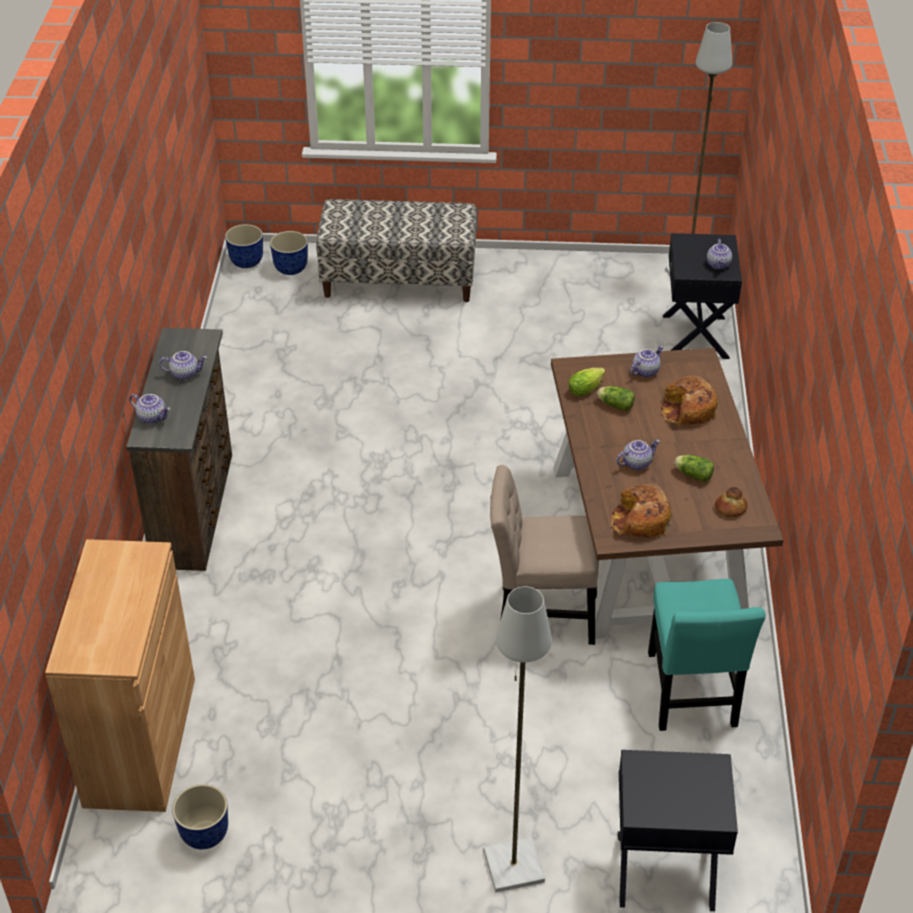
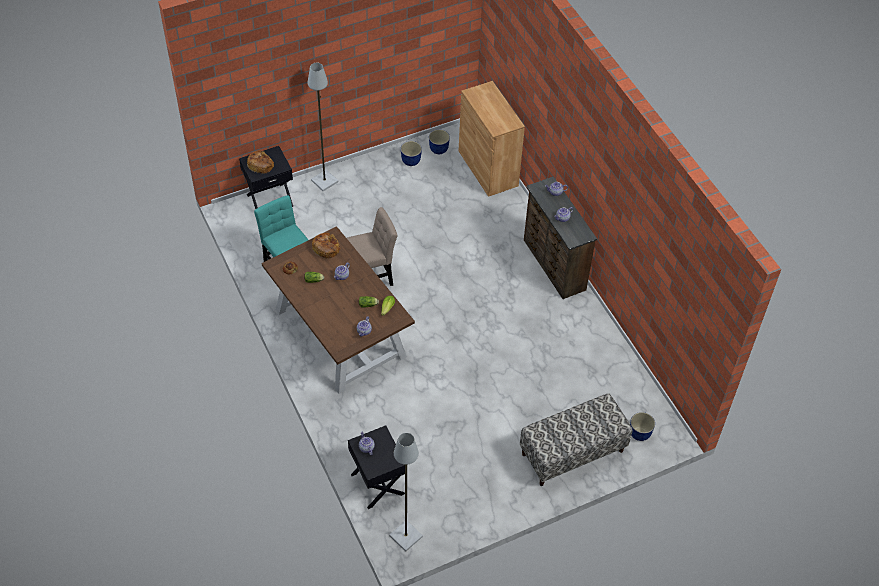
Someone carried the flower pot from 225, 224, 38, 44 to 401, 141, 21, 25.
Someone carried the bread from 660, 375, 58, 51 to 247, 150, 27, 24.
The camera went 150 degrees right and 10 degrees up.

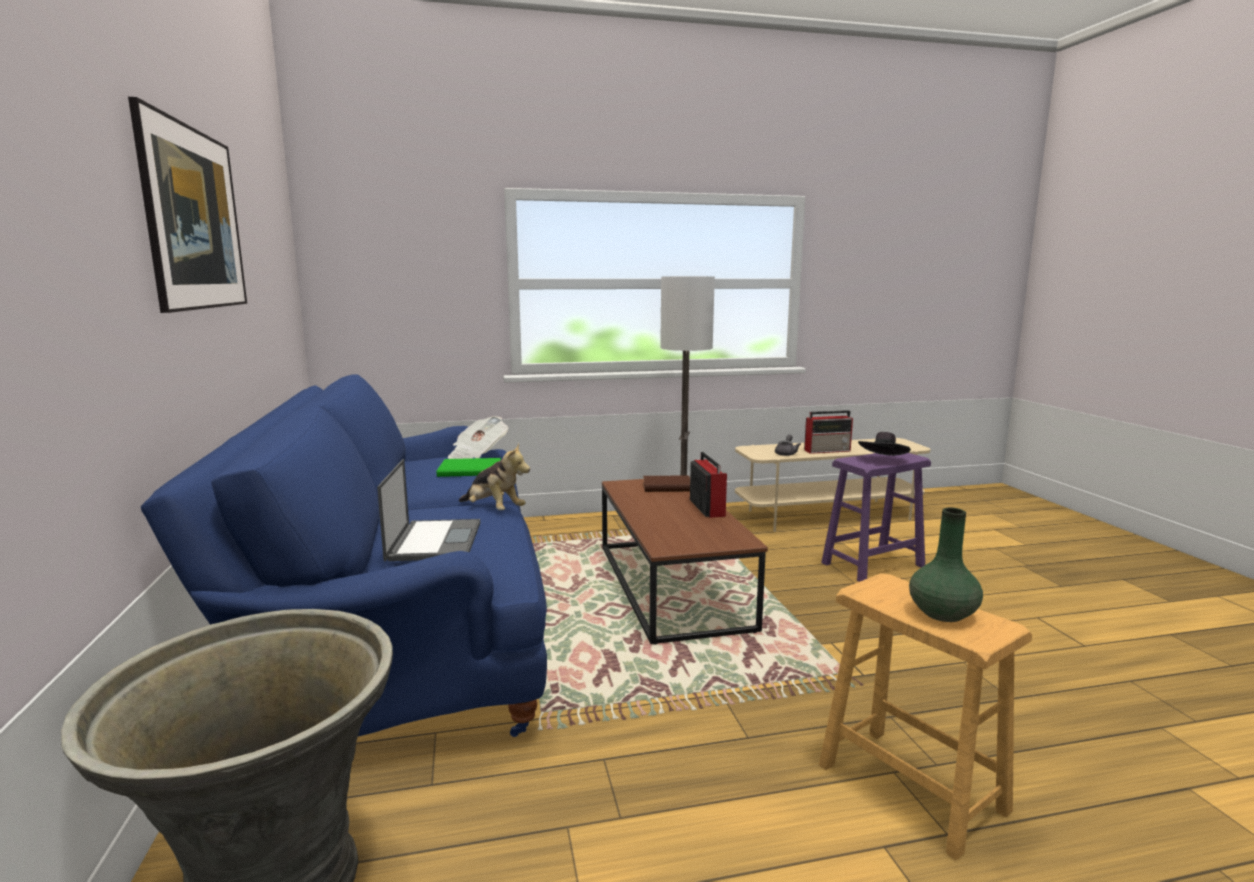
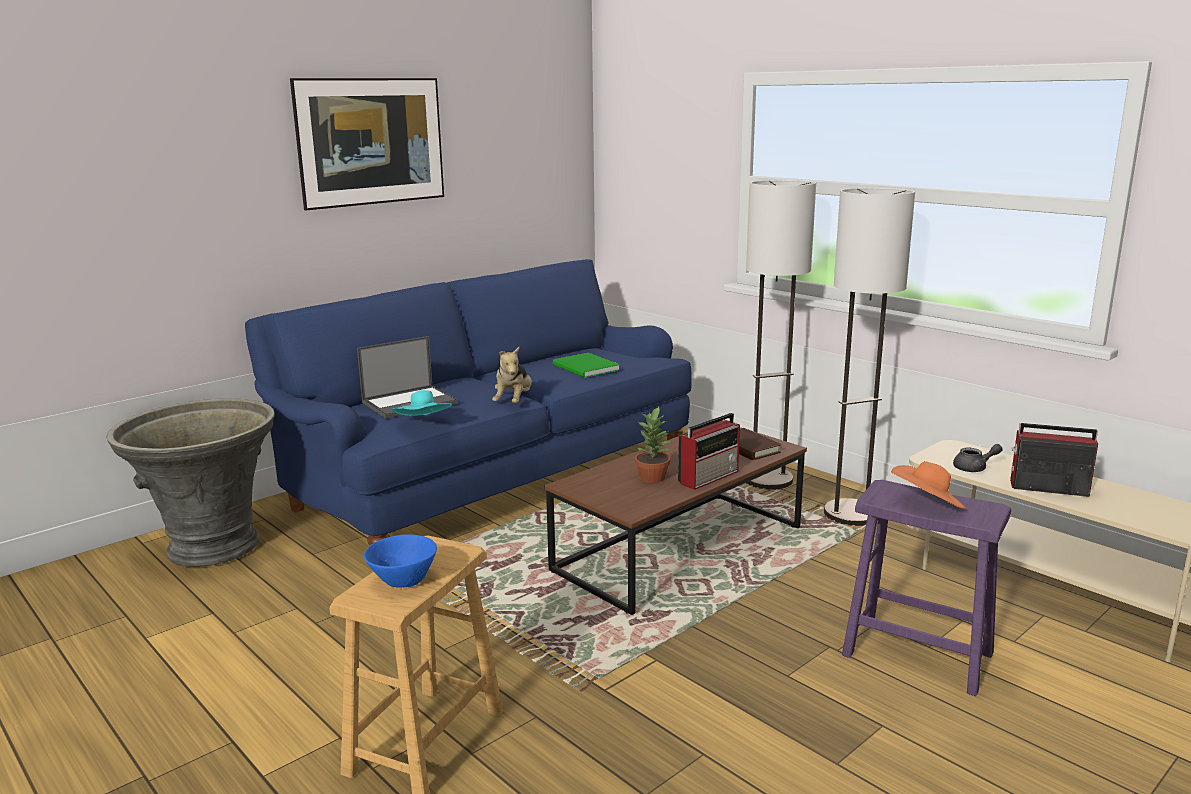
Someone took away the newspaper at 448, 416, 60, 43.
Someone rotated the radio at 804, 410, 49, 44 by 150 degrees clockwise.
Someone repainted the blackish clothing hat at 858, 432, 53, 24, which became the orangey clothing hat at 891, 461, 76, 48.
Someone swapped the greenish flower vase at 909, 508, 74, 114 for the bluish deep dish at 364, 534, 73, 54.
Someone put down the blue-green clothing hat at 392, 390, 60, 26.
Someone put down the houseplant at 635, 407, 36, 76.
Someone put down the standard lamp at 746, 180, 70, 310.
The camera went 60 degrees right and 5 degrees up.

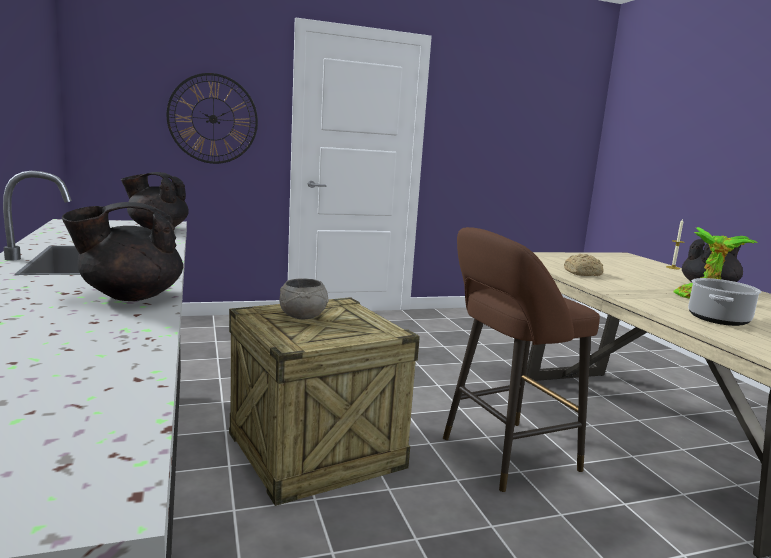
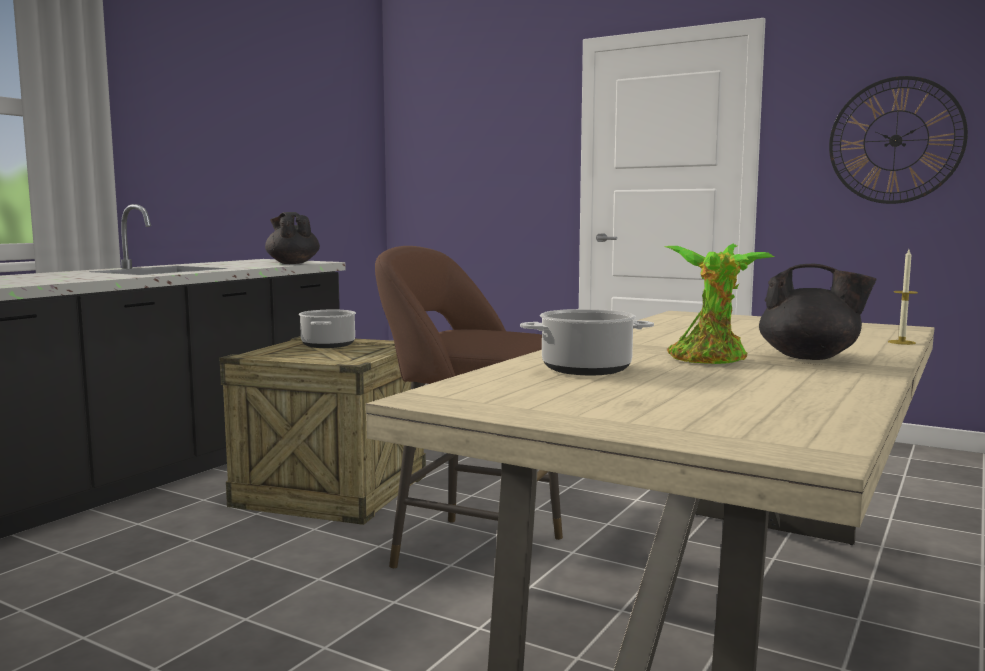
Someone took away the blackish tea pot at 62, 202, 121, 99.
Someone carried the clock on the wall from 167, 73, 91, 91 to 829, 76, 139, 128.
Someone swapped the gray deep dish at 279, 278, 50, 41 for the cooking pot at 299, 310, 57, 38.
Someone took away the bread at 564, 254, 40, 22.
The camera went 50 degrees right and 5 degrees down.

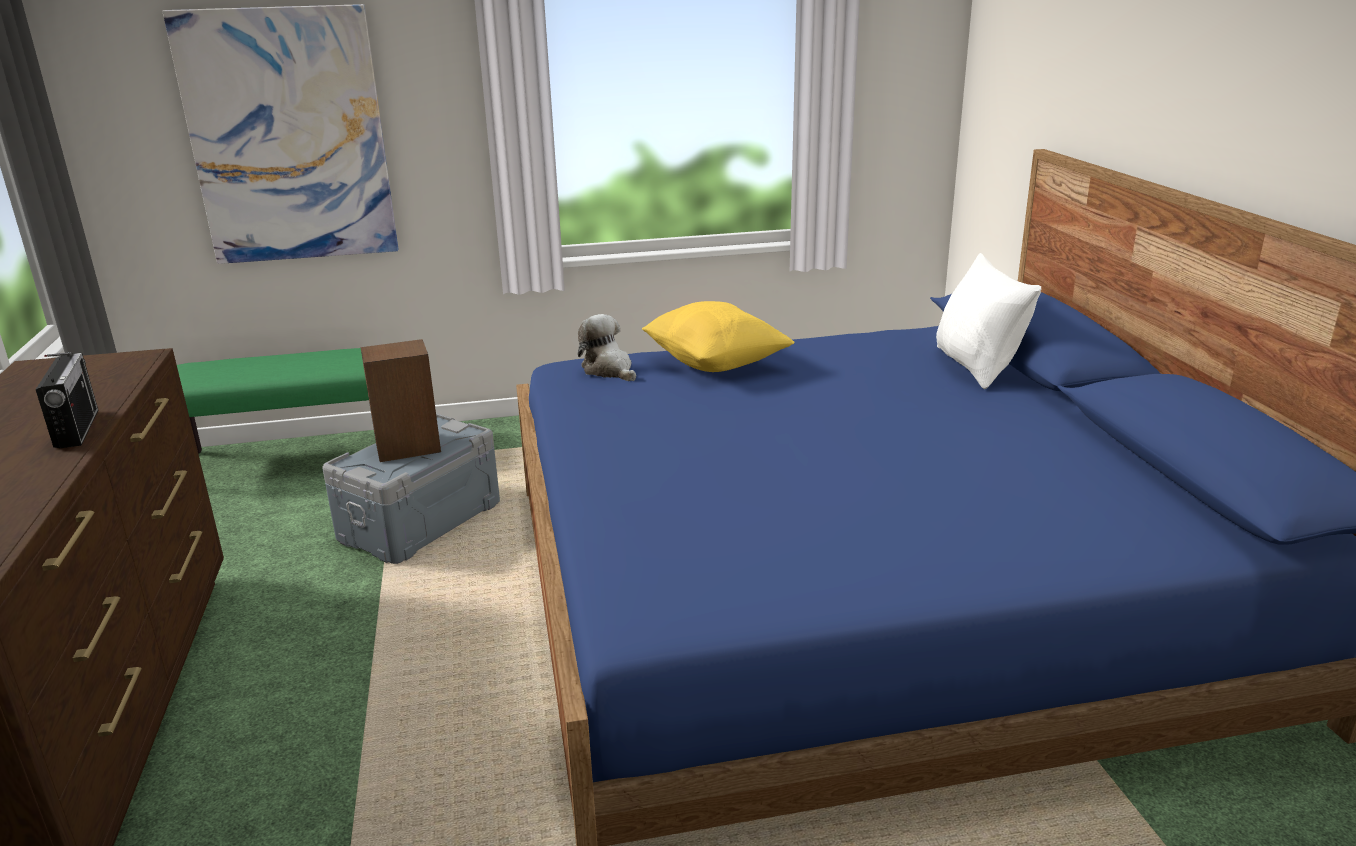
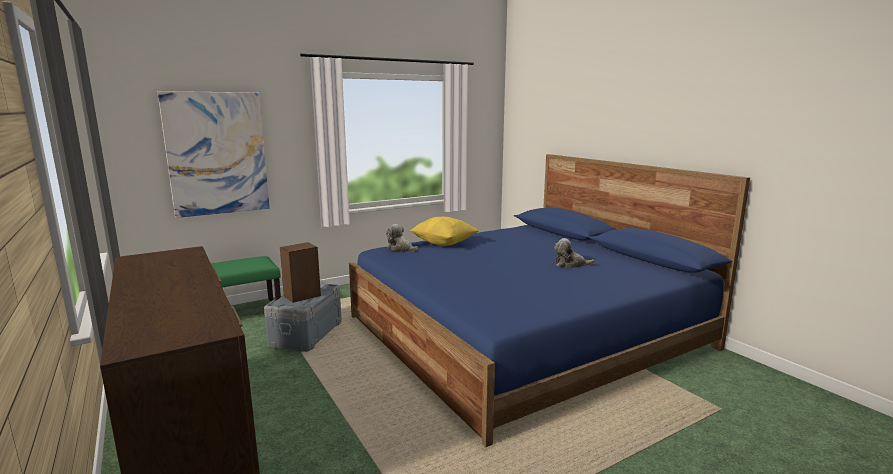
Someone took away the radio at 35, 352, 63, 96.
Someone took away the white throw pillow at 936, 253, 105, 136.
Someone put down the soft toy at 554, 238, 41, 30.
The camera went 20 degrees left and 10 degrees down.

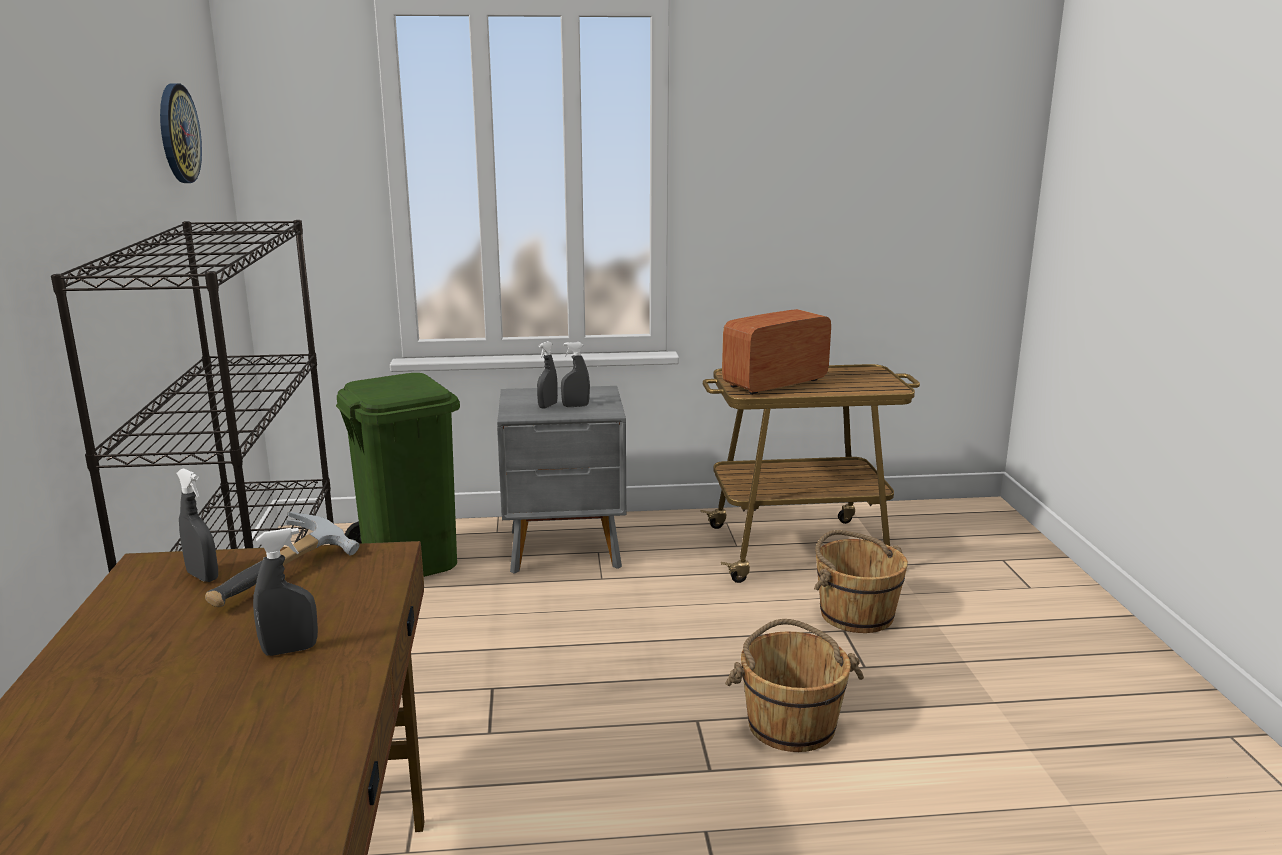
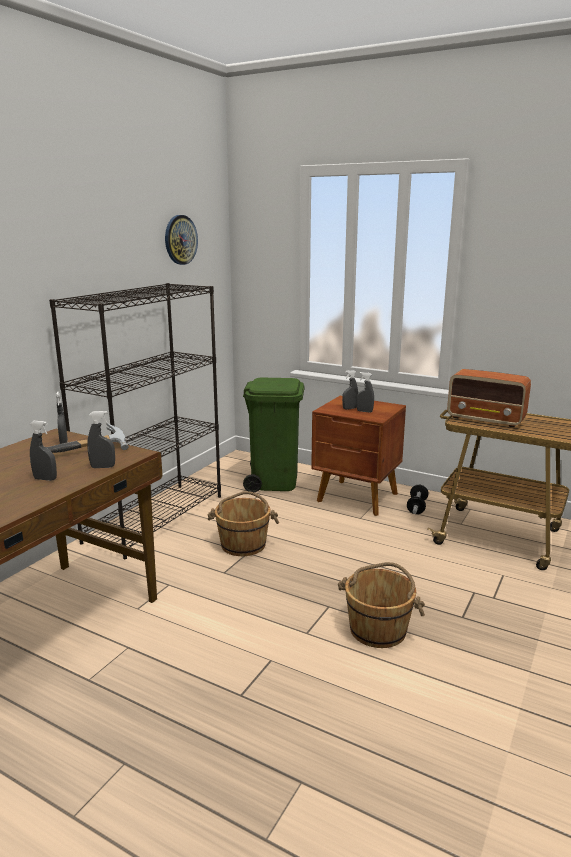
Someone repainted the gray bedside table at 497, 386, 130, 188, which became the brown bedside table at 311, 396, 95, 120.
Someone rotated the radio at 722, 309, 109, 86 by 150 degrees counterclockwise.
Someone carried the brown pail from 814, 530, 94, 103 to 208, 491, 71, 65.
Someone put down the gray spray bottle at 87, 411, 28, 57.
Someone put down the free weight at 407, 485, 22, 29.
The camera went 35 degrees right and 0 degrees up.

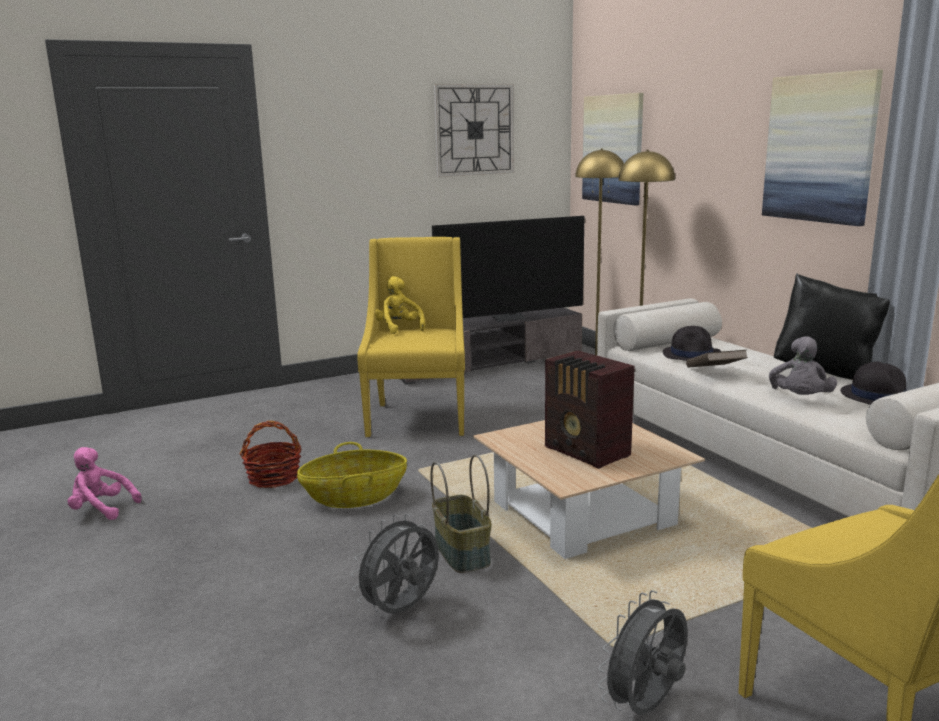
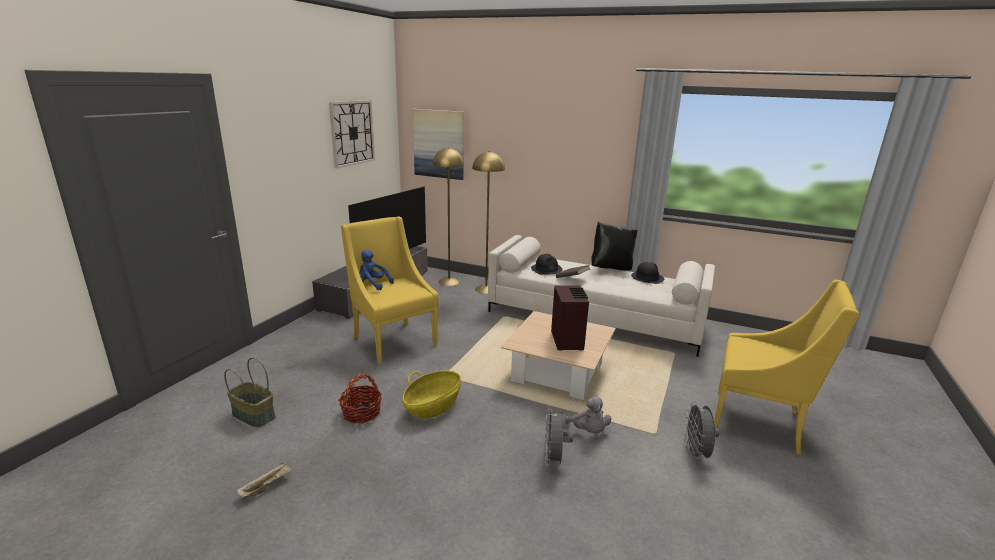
Someone swapped the pinkish soft toy at 68, 447, 74, 73 for the beige-coloured carrying tray at 237, 463, 56, 35.
Someone repainted the yellow-coloured soft toy at 376, 276, 49, 58, which became the bluish soft toy at 359, 250, 35, 40.
Someone carried the basket from 430, 455, 62, 118 to 224, 358, 52, 70.
Someone rotated the radio at 545, 351, 90, 118 by 105 degrees counterclockwise.
Someone took away the wall picture at 762, 69, 121, 157.
Someone carried the gray soft toy from 769, 336, 68, 59 to 565, 396, 46, 38.
The camera went 40 degrees left and 5 degrees up.

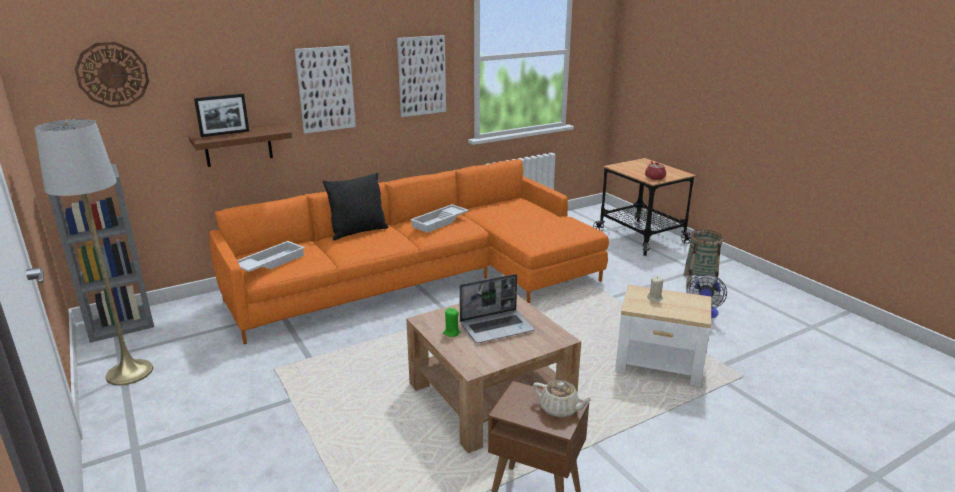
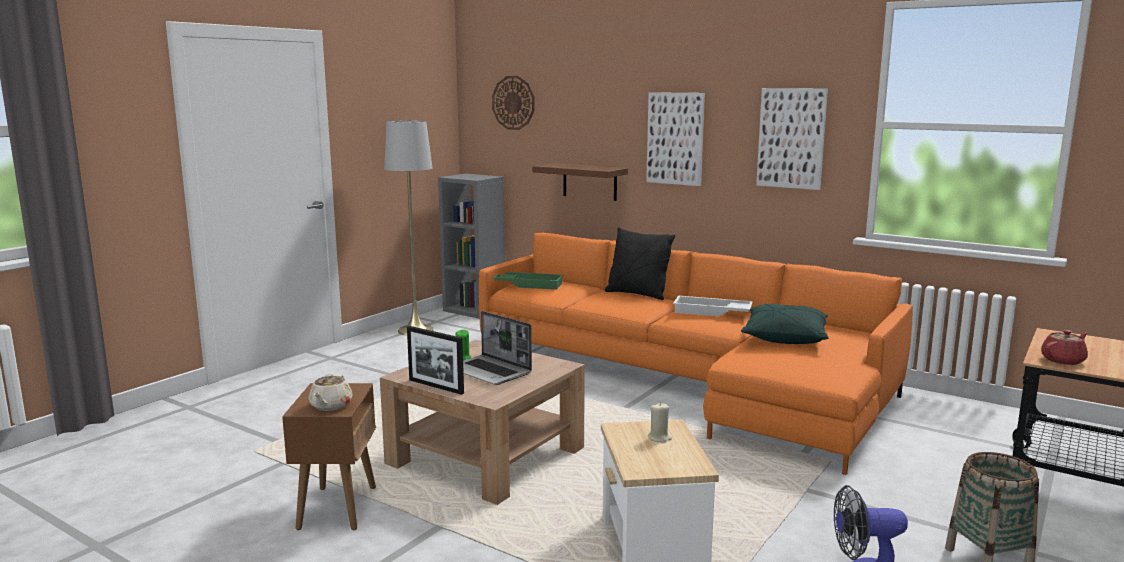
Someone carried the picture frame from 194, 94, 55, 43 to 407, 326, 57, 69.
Someone repainted the white carrying tray at 237, 241, 68, 31, which became the greenish carrying tray at 493, 272, 71, 18.
Someone put down the greenish throw pillow at 741, 304, 88, 40.
The camera went 65 degrees right and 10 degrees down.

